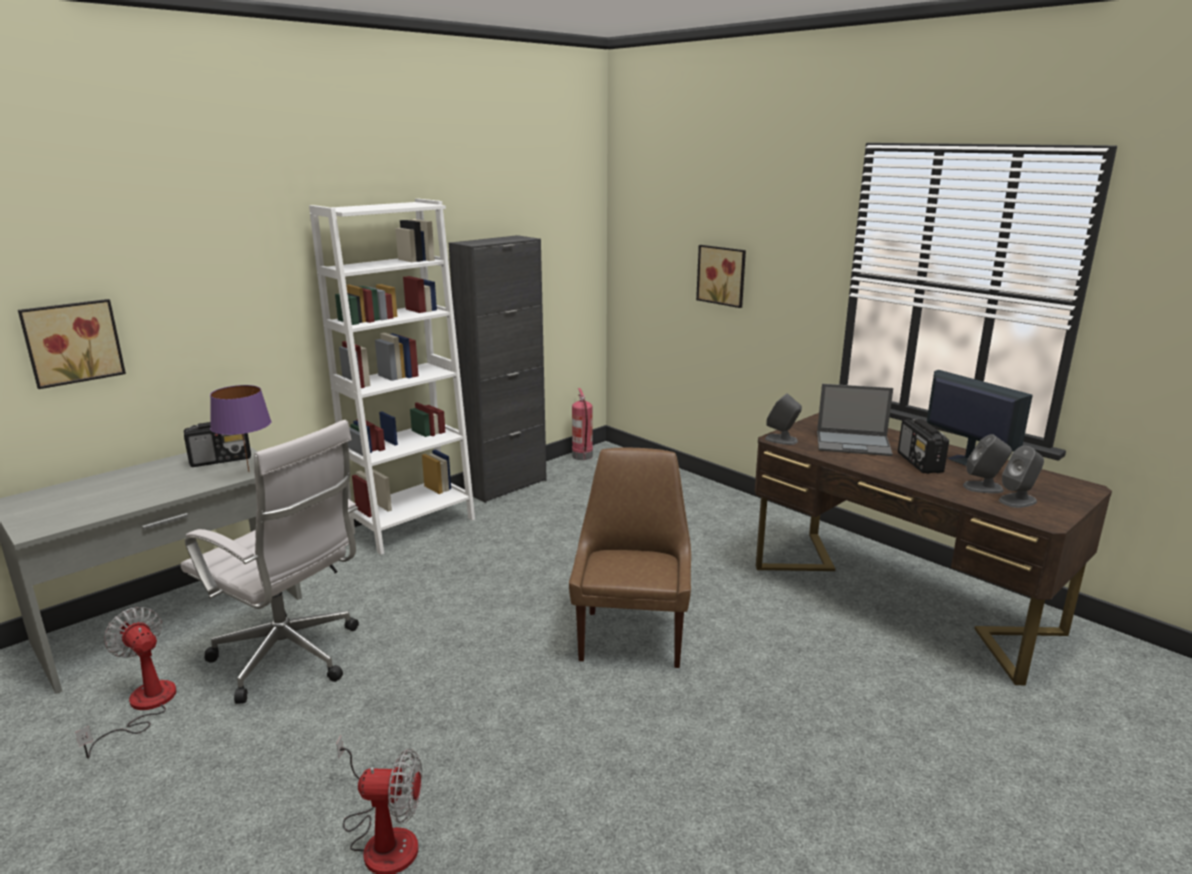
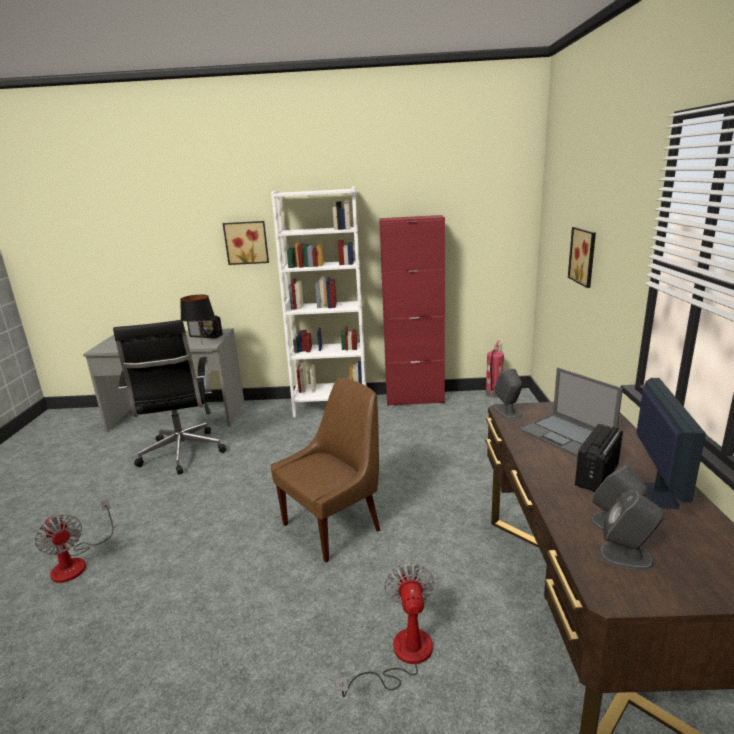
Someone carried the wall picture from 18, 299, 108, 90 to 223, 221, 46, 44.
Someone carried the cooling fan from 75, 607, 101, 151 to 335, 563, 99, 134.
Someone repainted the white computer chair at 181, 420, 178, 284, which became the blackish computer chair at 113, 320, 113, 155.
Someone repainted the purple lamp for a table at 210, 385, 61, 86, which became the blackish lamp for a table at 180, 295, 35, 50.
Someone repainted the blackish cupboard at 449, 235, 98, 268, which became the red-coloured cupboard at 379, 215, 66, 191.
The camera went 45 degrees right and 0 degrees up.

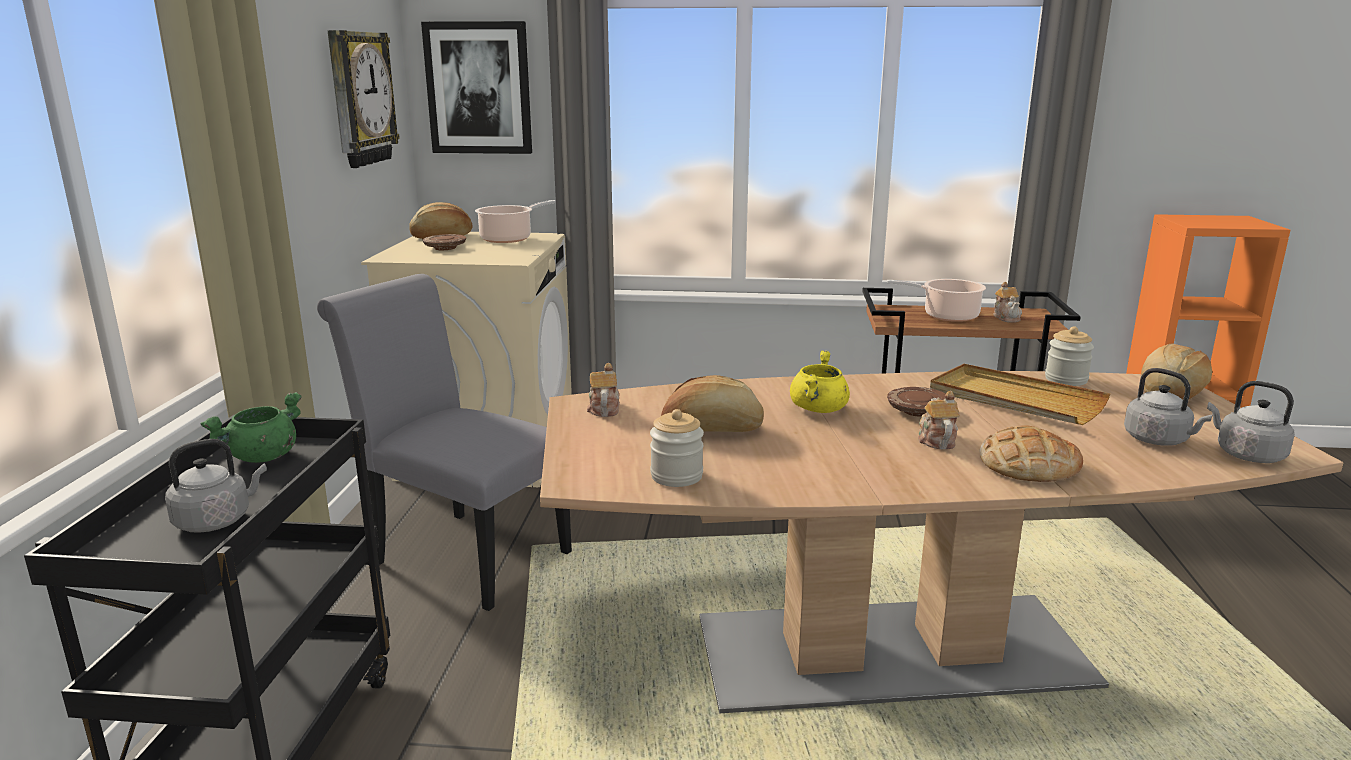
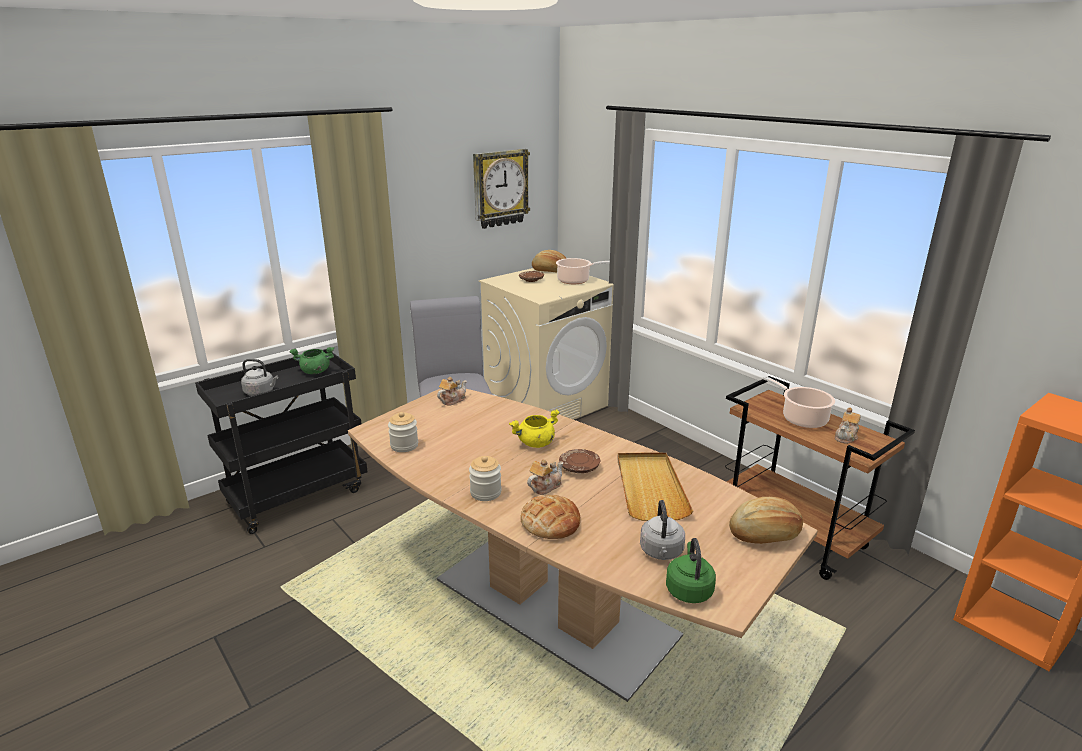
Someone took away the wall picture at 421, 21, 111, 133.
Someone took away the bread at 661, 375, 103, 57.
Someone carried the jar from 1045, 326, 49, 60 to 469, 456, 33, 45.
Someone repainted the gray kettle at 1207, 381, 88, 82, which became the greenish kettle at 666, 538, 50, 65.
The camera went 45 degrees right and 5 degrees up.

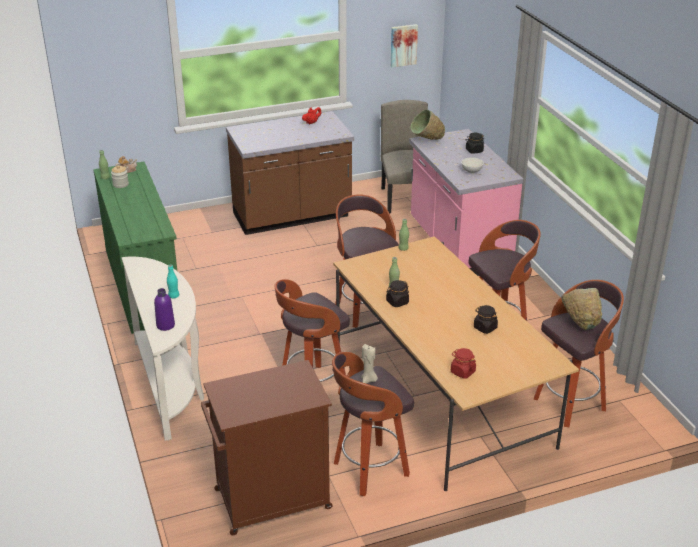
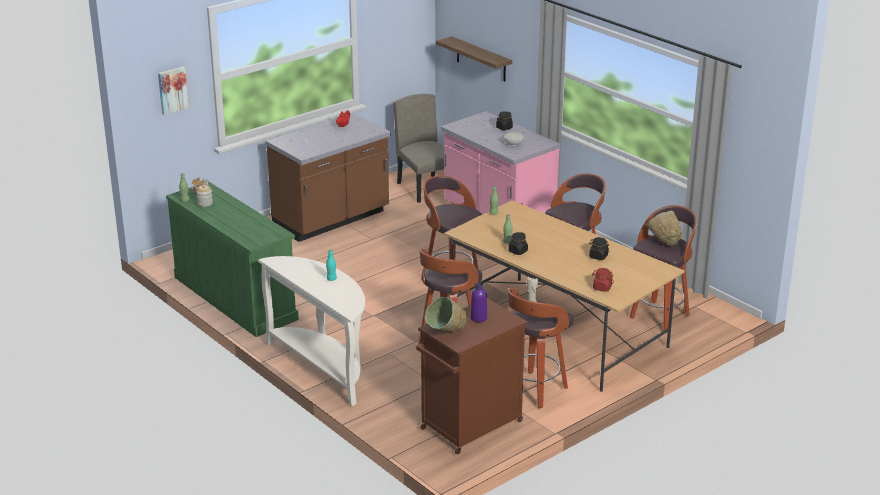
Someone carried the purple bottle from 154, 288, 21, 43 to 470, 283, 17, 39.
Someone carried the wall picture from 391, 24, 27, 44 to 158, 67, 31, 48.
Someone carried the greenish deep dish from 410, 110, 35, 30 to 425, 297, 42, 34.
Someone put up the wall shelf at 436, 36, 76, 45.
The camera went 20 degrees left and 5 degrees down.

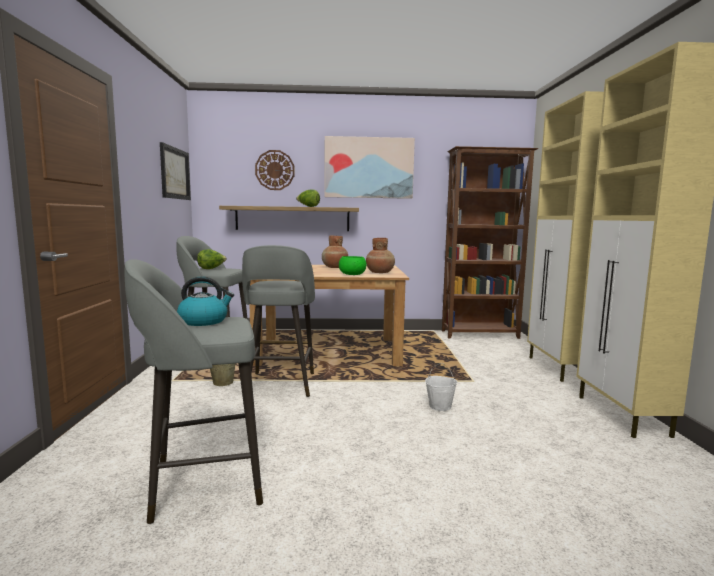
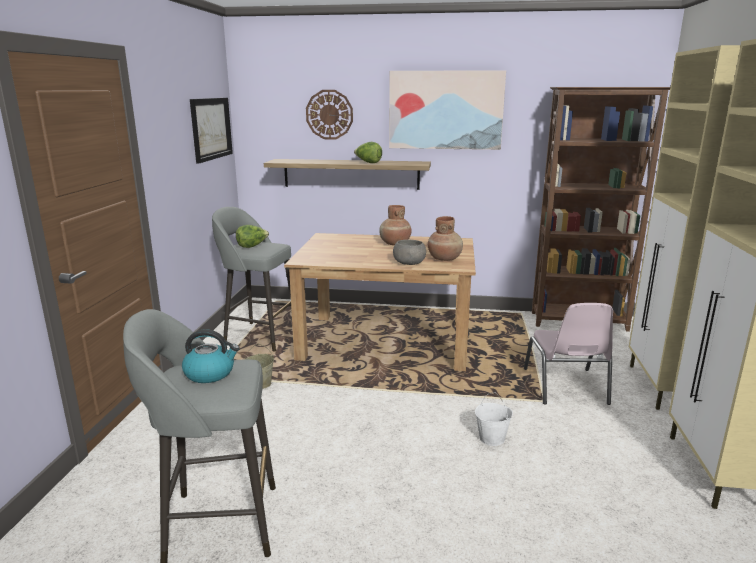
Someone took away the gray stool at 242, 245, 73, 152.
Someone repainted the greenish deep dish at 339, 256, 27, 19, which became the gray deep dish at 393, 240, 33, 25.
Someone put down the pinkish plain chair at 524, 303, 89, 102.
The camera went 10 degrees right and 10 degrees up.

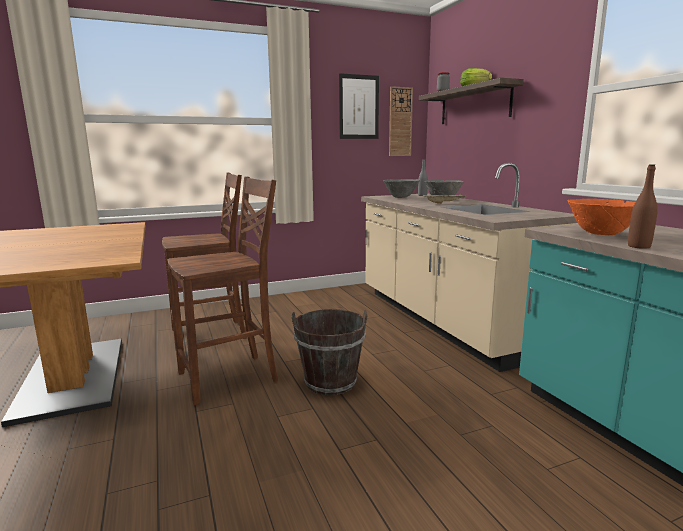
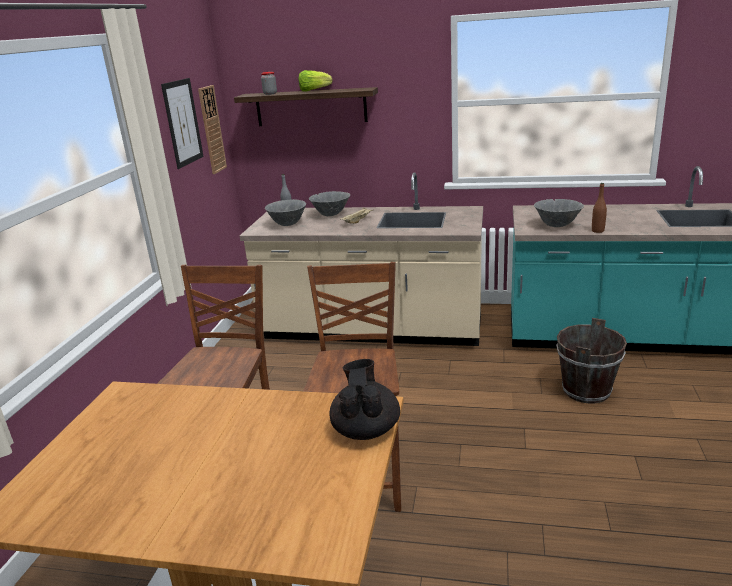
Someone carried the brown pail from 292, 309, 76, 86 to 556, 318, 71, 86.
Someone repainted the orangey deep dish at 567, 199, 68, 36, which became the gray deep dish at 534, 199, 50, 28.
Someone put down the blackish tea pot at 329, 359, 71, 81.
The camera went 55 degrees left and 10 degrees up.

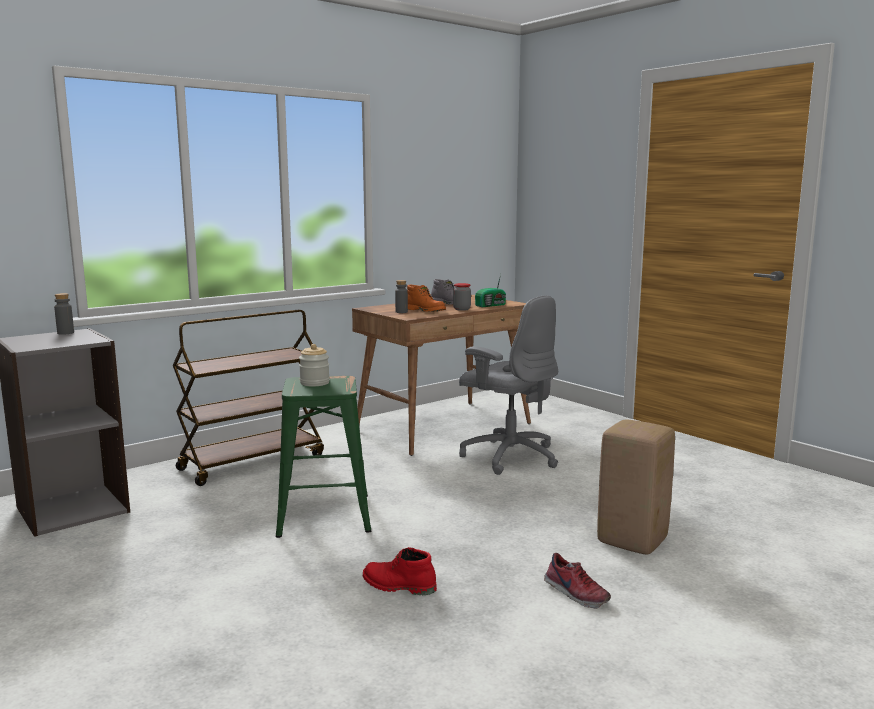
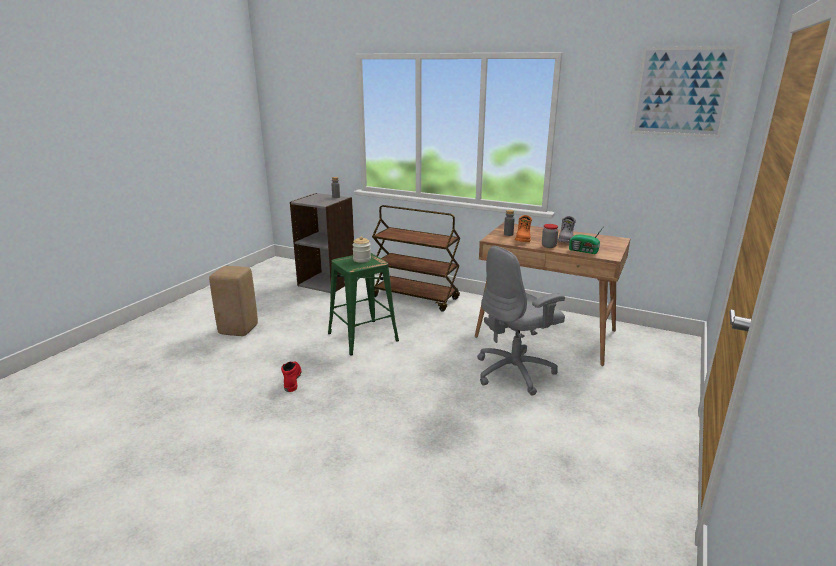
Someone rotated the gray computer chair at 459, 295, 99, 180 by 45 degrees clockwise.
Someone took away the item of footwear at 544, 553, 67, 55.
Someone carried the beige-coloured stool from 597, 419, 78, 136 to 209, 266, 49, 70.
Someone put up the wall picture at 631, 46, 108, 92.
The camera went 65 degrees right and 10 degrees up.

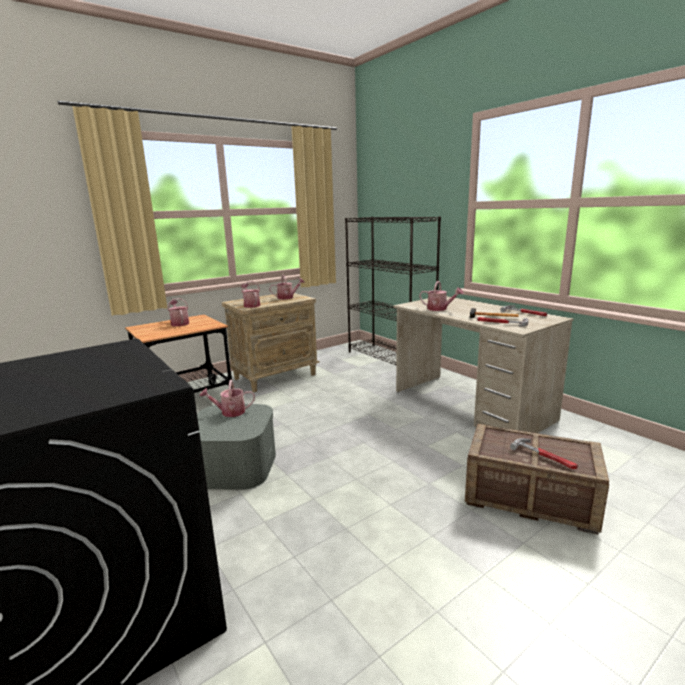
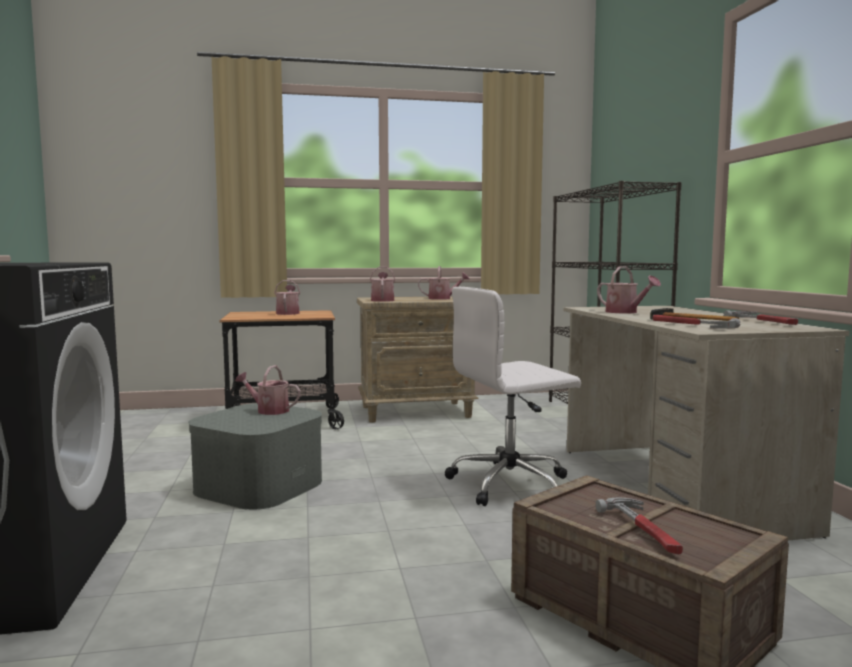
Someone put down the white computer chair at 444, 287, 137, 219.
The camera went 25 degrees right and 10 degrees down.

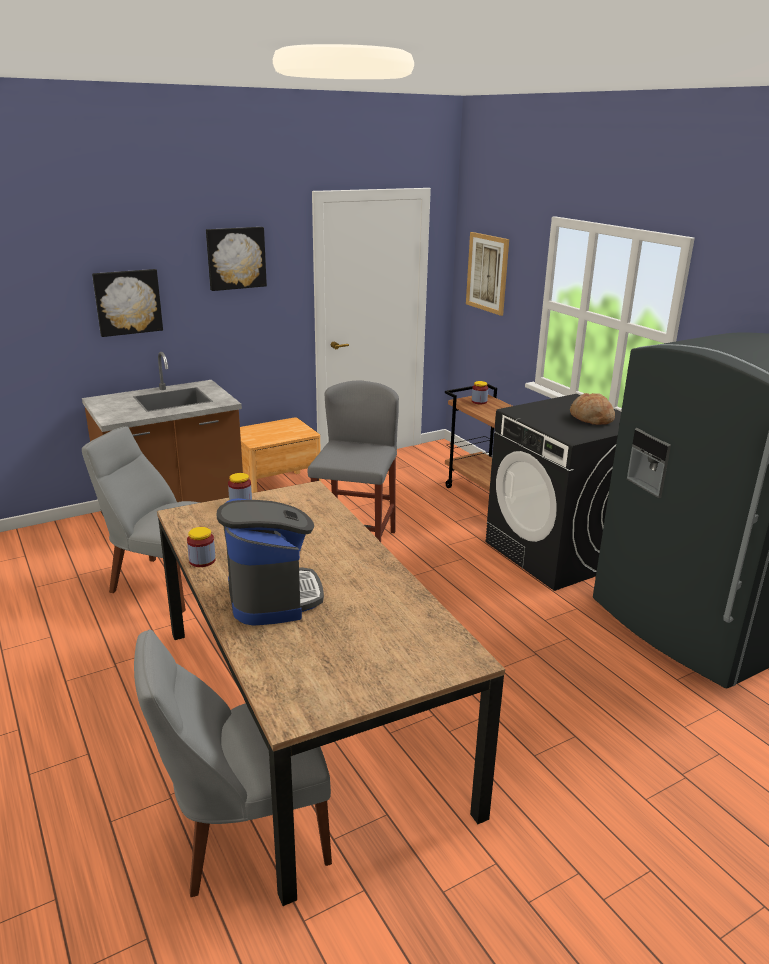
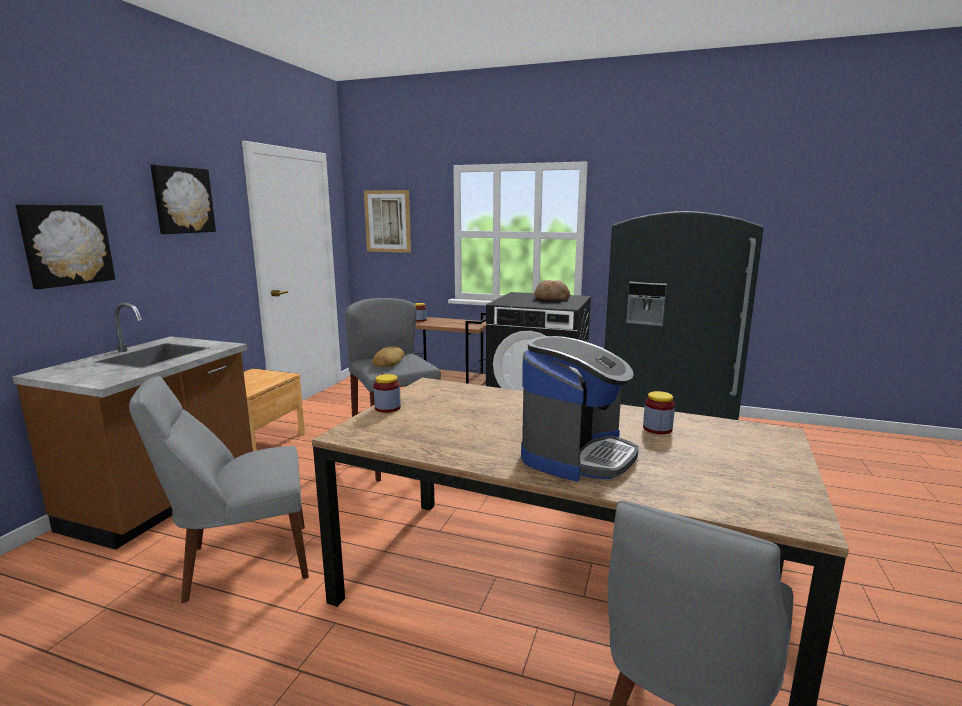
Someone carried the jar from 187, 527, 29, 40 to 643, 391, 32, 43.
Someone rotated the coffee brewer at 216, 498, 108, 127 by 90 degrees clockwise.
Someone put down the bread at 373, 346, 31, 21.
The camera went 40 degrees left and 10 degrees down.

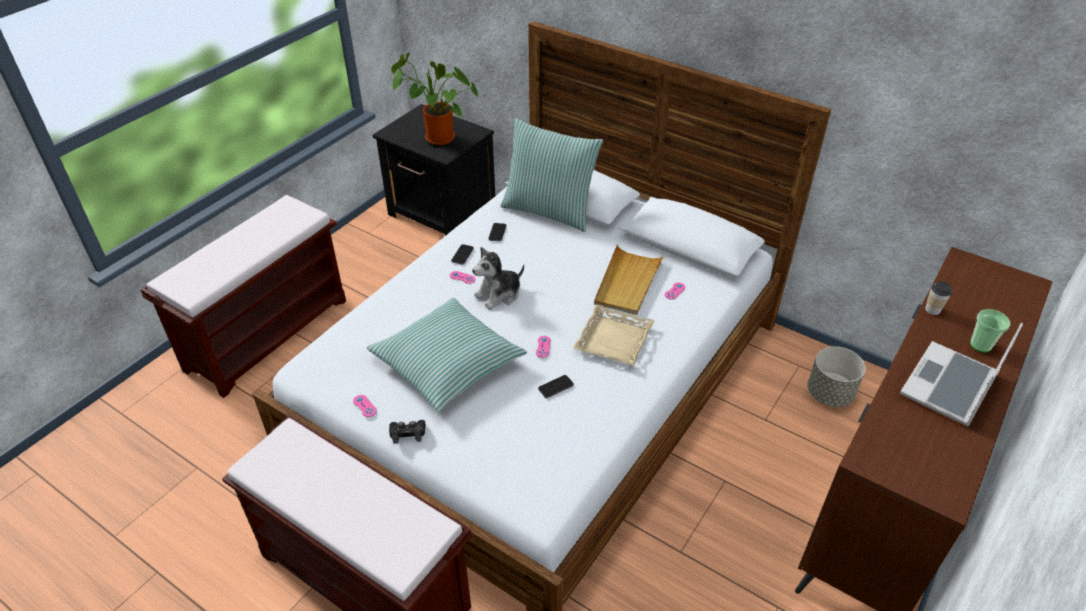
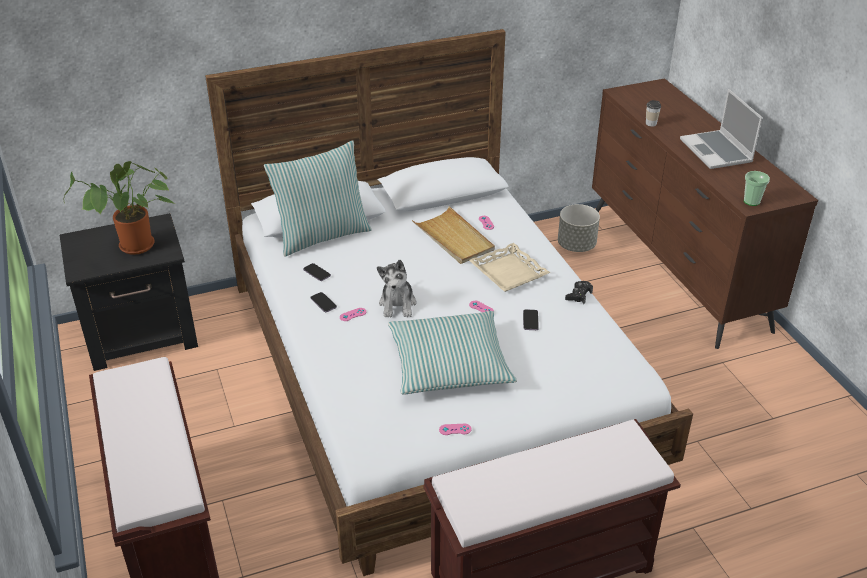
Someone carried the blackish joypad from 389, 420, 37, 24 to 565, 281, 28, 23.
Someone carried the drinking cup from 970, 309, 40, 43 to 744, 171, 26, 35.
The camera went 55 degrees left and 5 degrees down.

